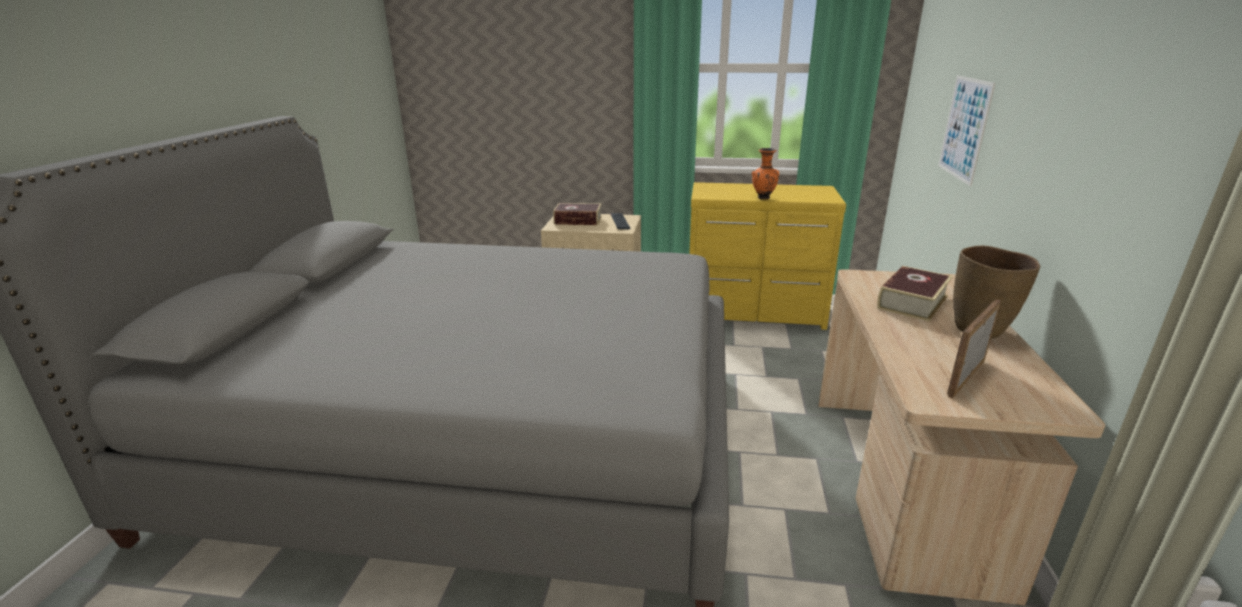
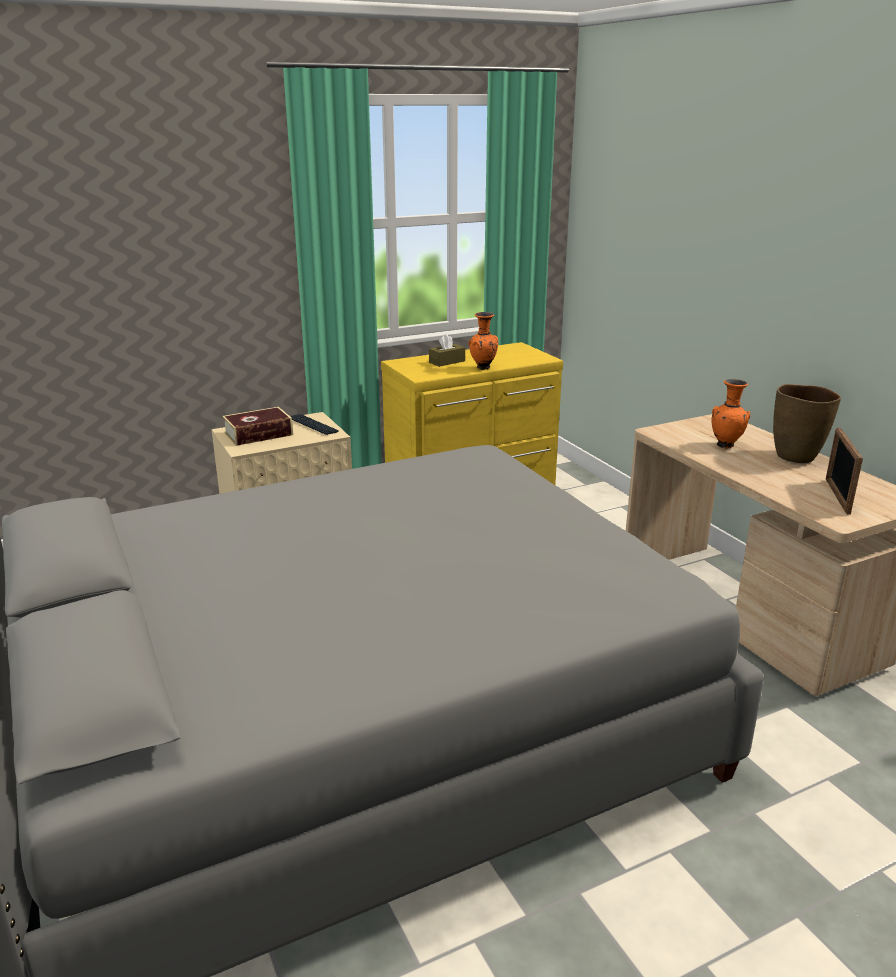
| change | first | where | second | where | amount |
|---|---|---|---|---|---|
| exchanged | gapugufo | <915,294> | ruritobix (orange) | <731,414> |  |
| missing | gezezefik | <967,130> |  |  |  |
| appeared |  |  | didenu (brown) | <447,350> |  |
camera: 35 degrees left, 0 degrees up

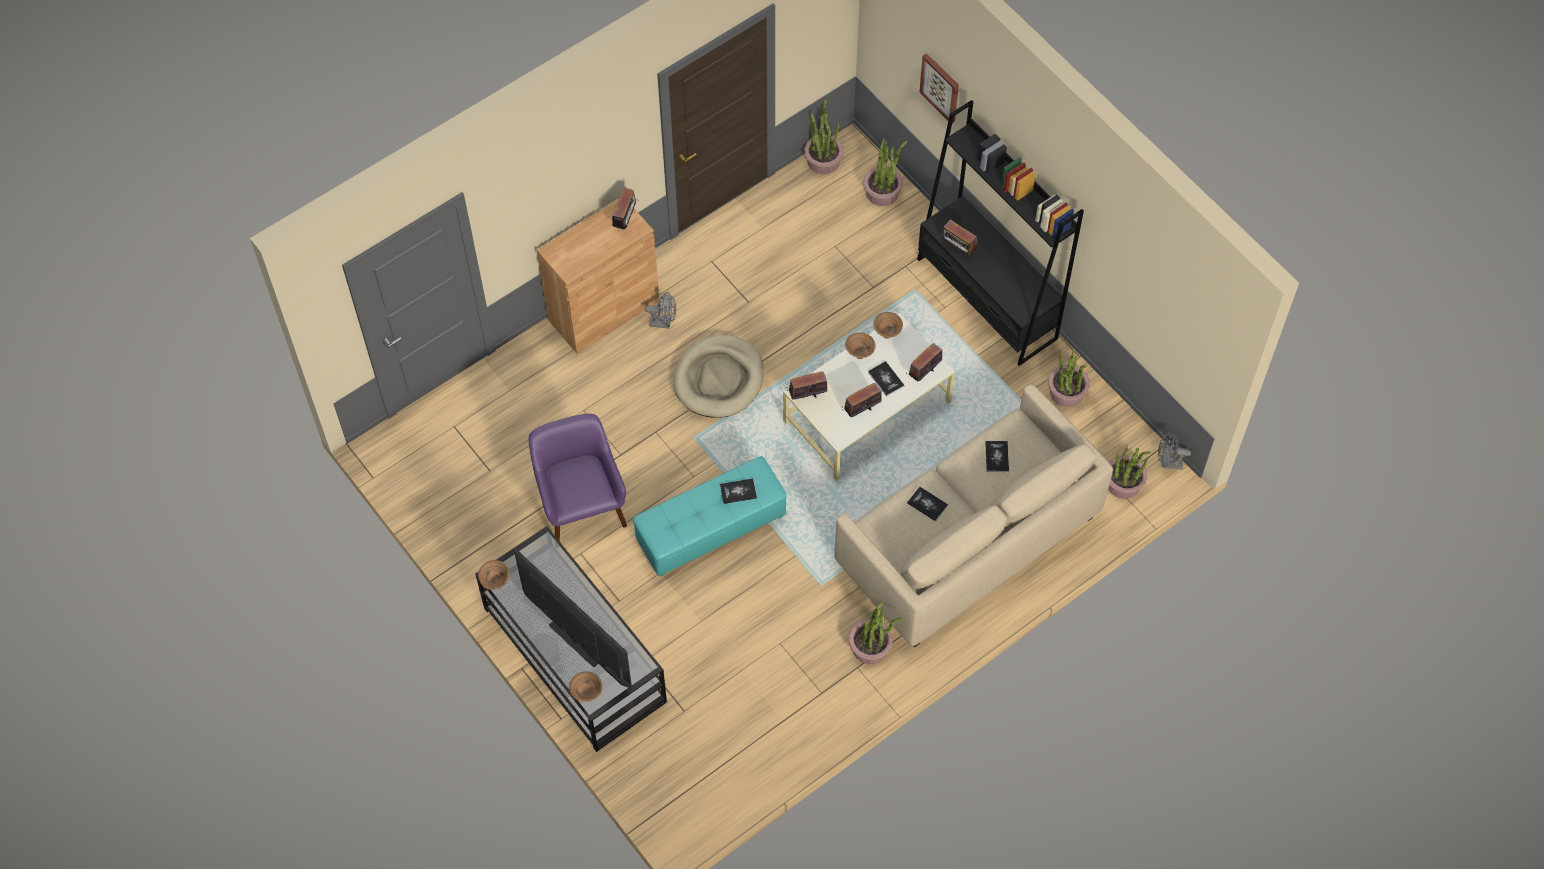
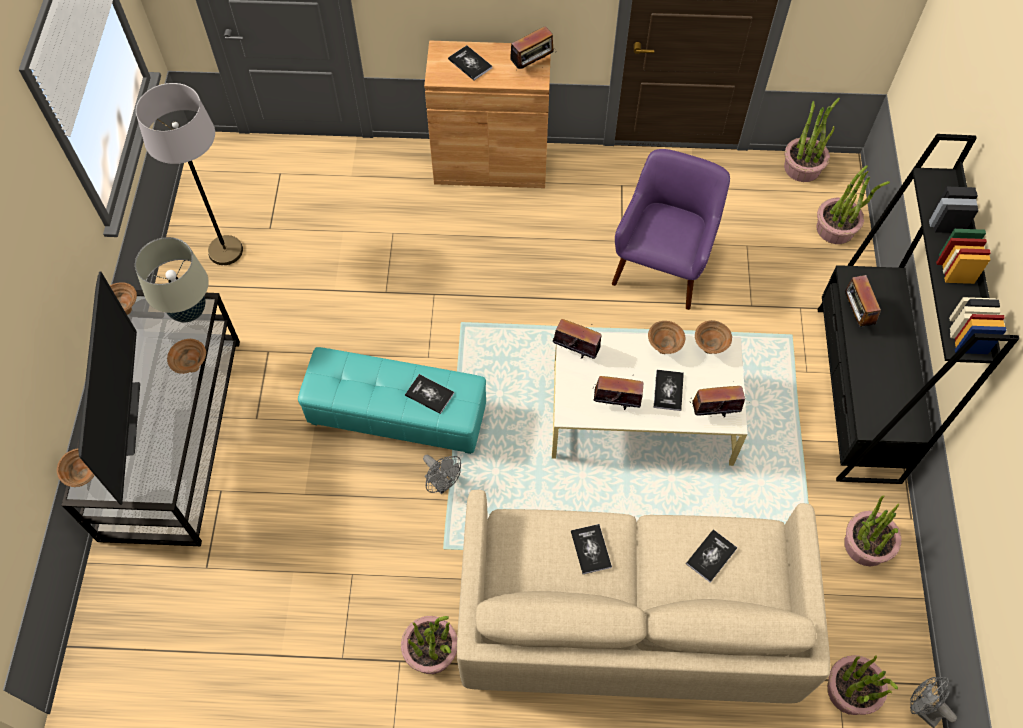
| change | first | where | second | where | amount |
|---|---|---|---|---|---|
| relocated | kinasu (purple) | <577,477> |  | <671,229> |  |
| relocated | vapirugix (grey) | <660,310> |  | <442,474> |  |
| missing | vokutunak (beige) | <718,376> |  |  |  |
| missing | gezezefik | <939,87> |  |  |  |
| appeared |  |  | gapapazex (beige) | <172,279> |  |
| appeared |  |  | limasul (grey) | <189,174> |  |
| appeared |  |  | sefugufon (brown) | <186,356> |  |
| appeared |  |  | gapugufo | <470,62> |  |
camera: 40 degrees right, 0 degrees up

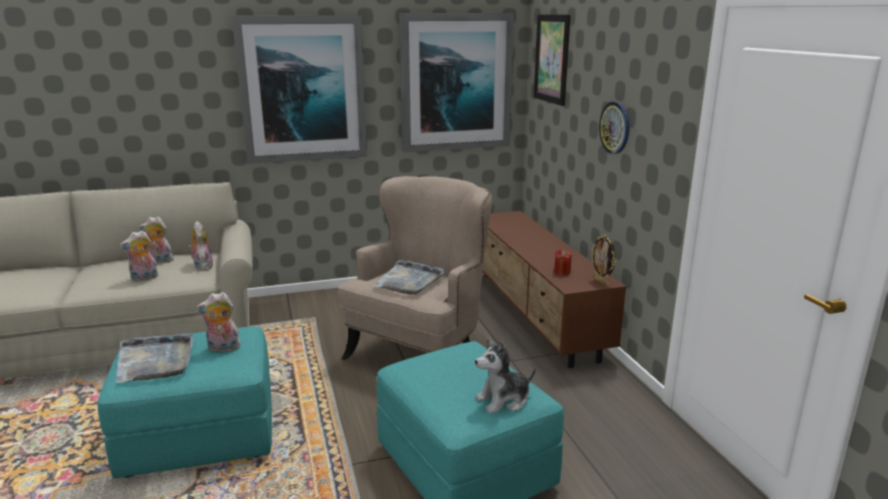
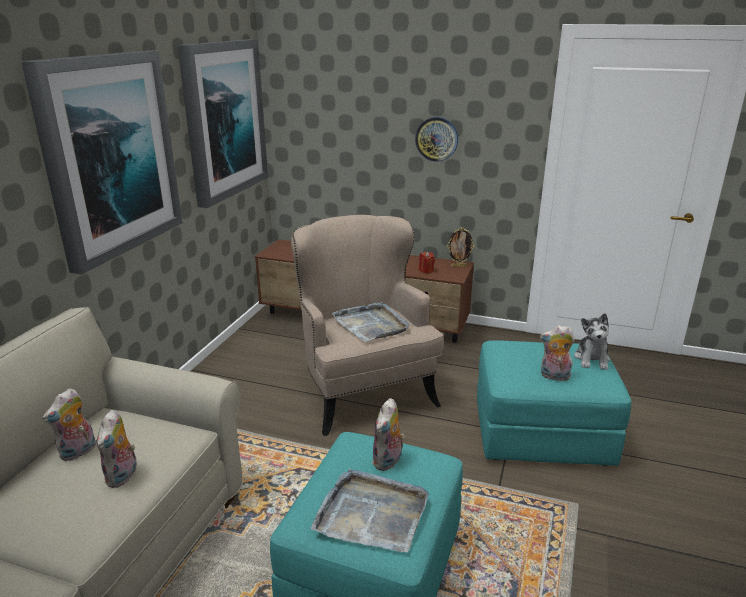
| change | first | where | second | where | amount |
|---|---|---|---|---|---|
| relocated | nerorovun | <200,245> |  | <557,353> |  |
| missing | gezezefik | <552,60> |  |  |  |
camera: 55 degrees left, 5 degrees up

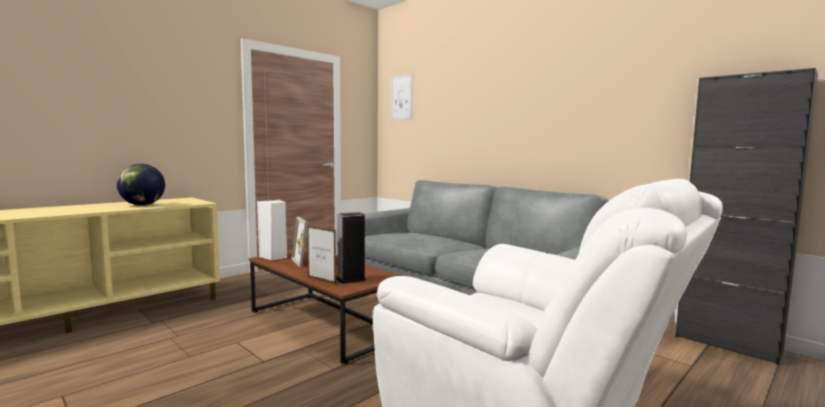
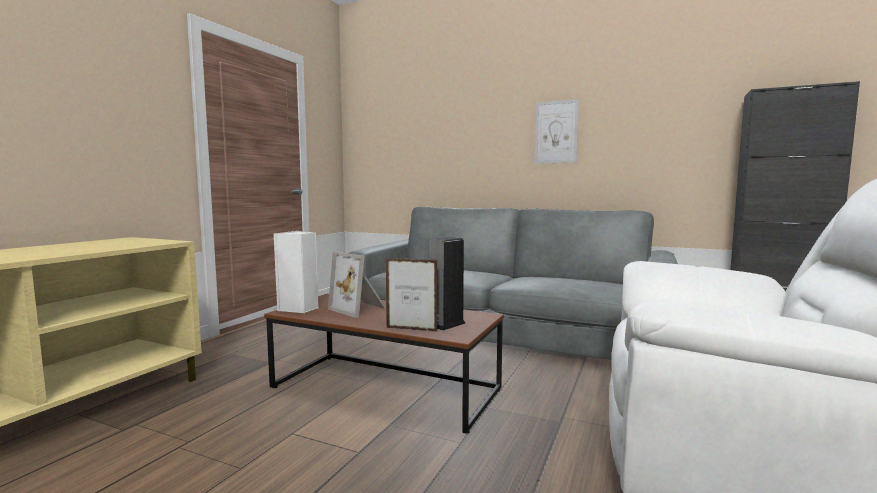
| change | first | where | second | where | amount |
|---|---|---|---|---|---|
| missing | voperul | <140,185> |  |  |  |
| relocated | gezezefik | <402,97> |  | <557,131> |  |
camera: 20 degrees left, 0 degrees up

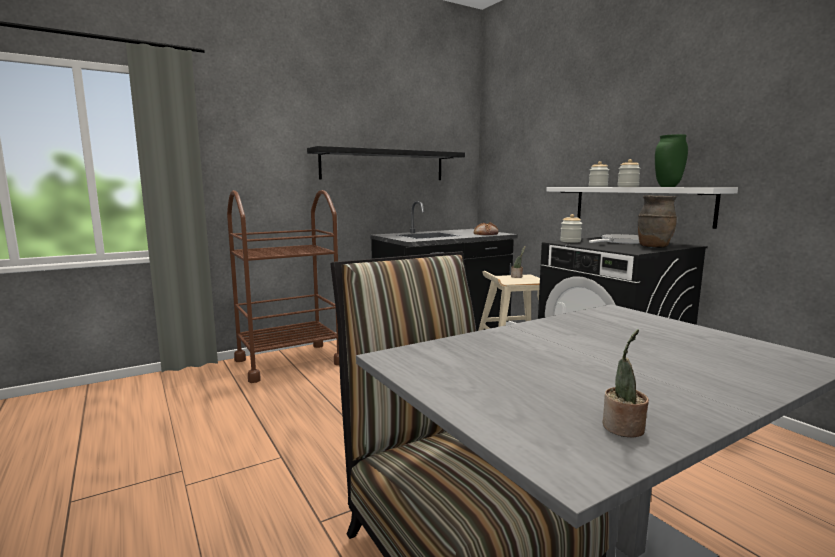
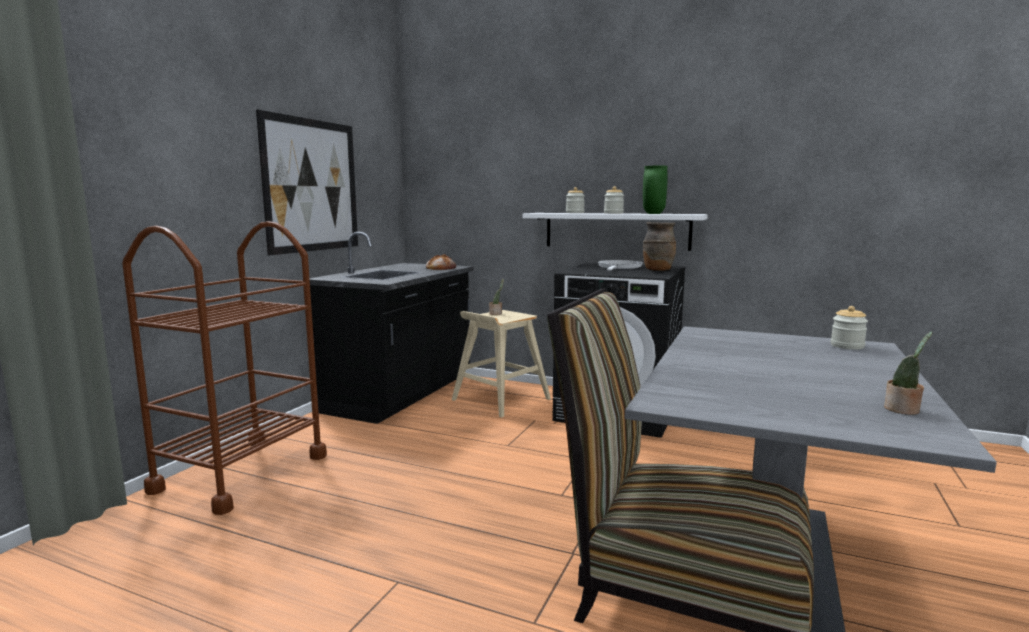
| change | first | where | second | where | amount |
|---|---|---|---|---|---|
| exchanged | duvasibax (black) | <386,163> | gezezefik | <307,182> |  |
| relocated | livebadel | <571,228> |  | <849,328> |  |
camera: 35 degrees left, 0 degrees up

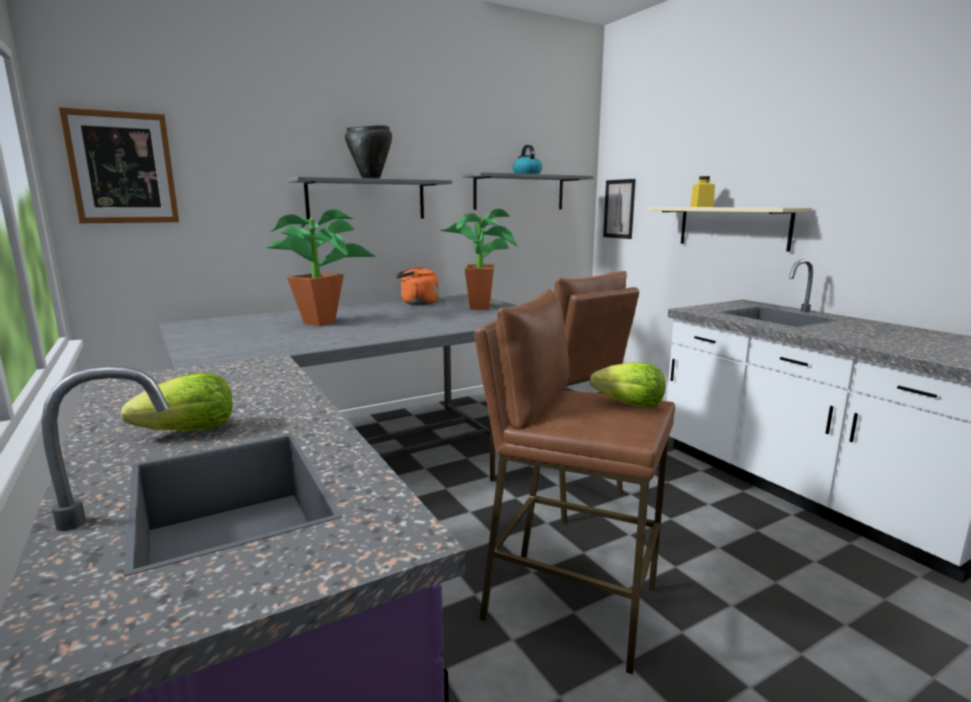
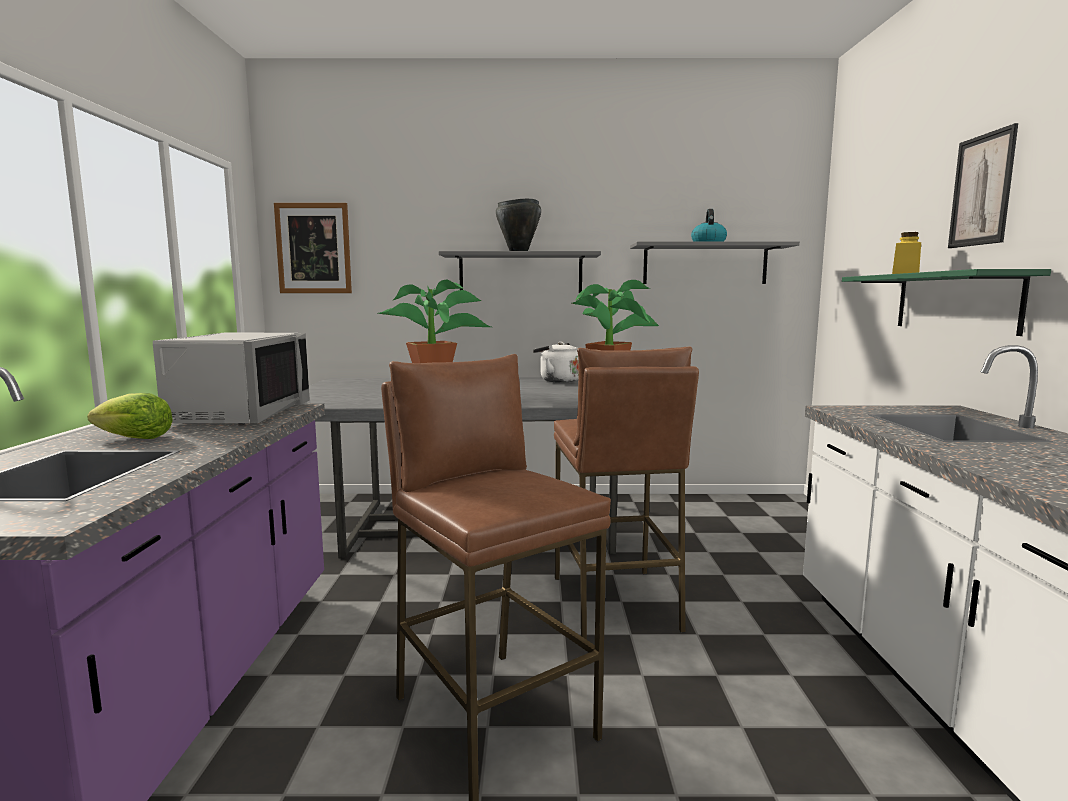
| change | first | where | second | where | amount |
|---|---|---|---|---|---|
| colour | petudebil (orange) | <417,285> | petudebil (white) | <556,362> |  |
| missing | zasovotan | <628,385> |  |  |  |
| relocated | gezezefik | <619,209> |  | <983,185> |  |
| colour | duvasibax (beige) | <729,229> | duvasibax (green) | <946,302> |  |
| appeared |  |  | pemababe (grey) | <231,378> |  |
camera: 30 degrees right, 5 degrees down

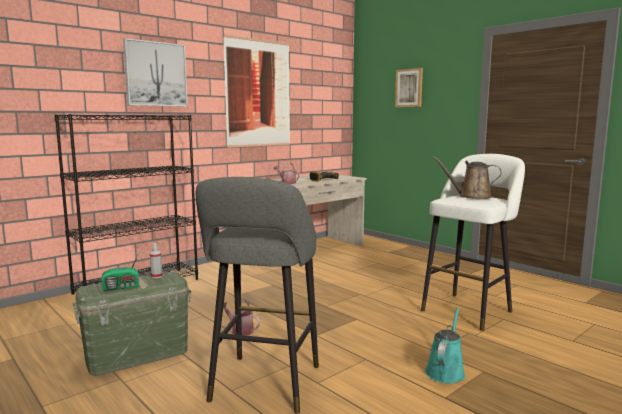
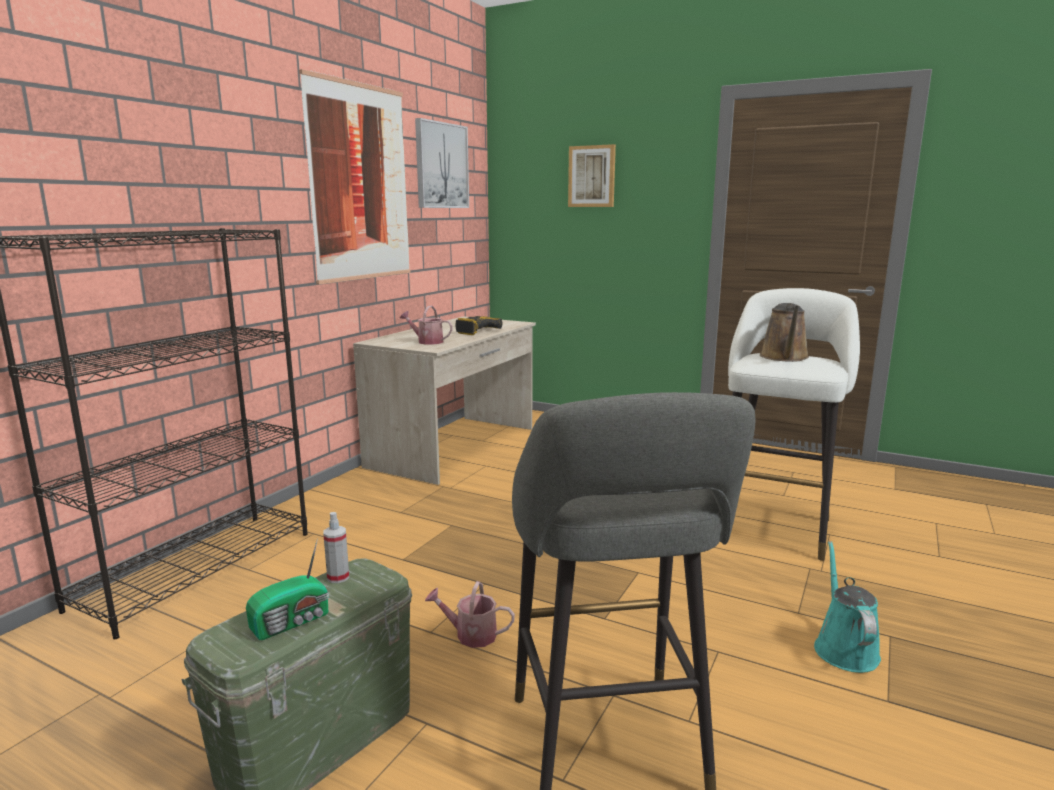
| change | first | where | second | where | amount |
|---|---|---|---|---|---|
| relocated | gezezefik | <155,72> |  | <442,163> |  |
| spun | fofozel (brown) | <467,178> |  | <784,332> | 75 degrees counterclockwise |
camera: 20 degrees left, 5 degrees up

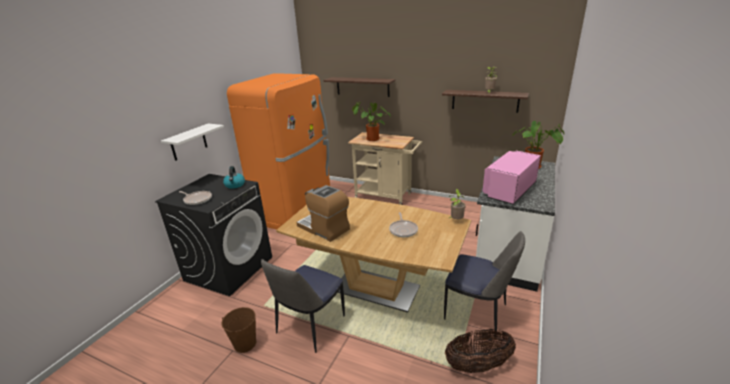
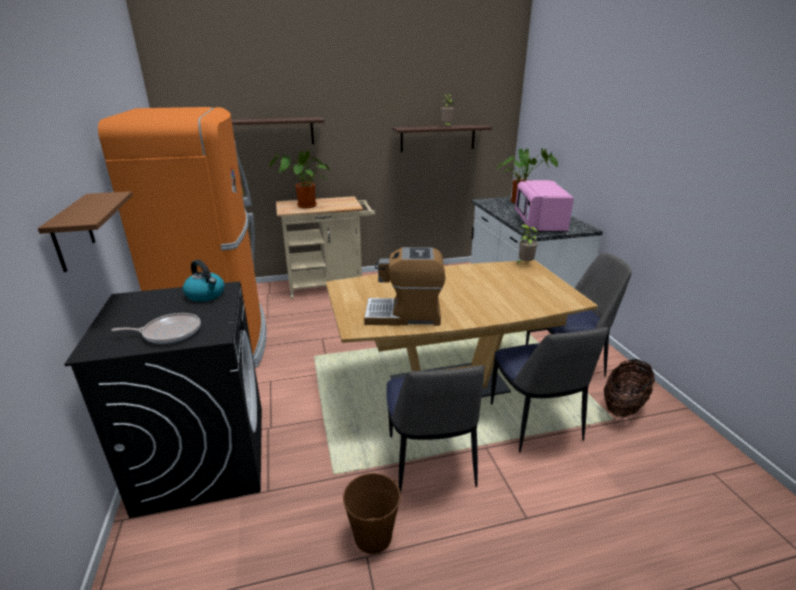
| change | first | where | second | where | amount |
|---|---|---|---|---|---|
| colour | duvasibax (white) | <192,142> | duvasibax (brown) | <85,231> |  |
| missing | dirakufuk | <403,224> |  |  |  |
| appeared |  |  | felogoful | <549,389> |  |
camera: 40 degrees left, 0 degrees up

